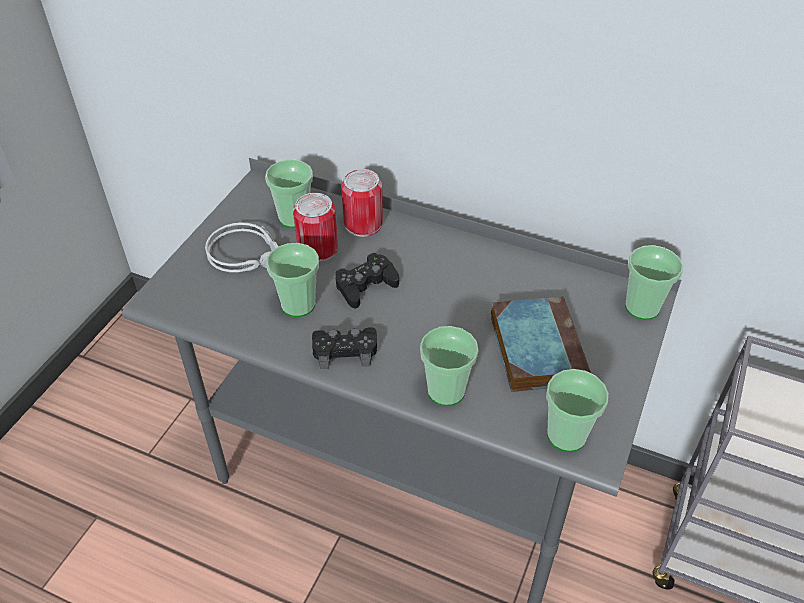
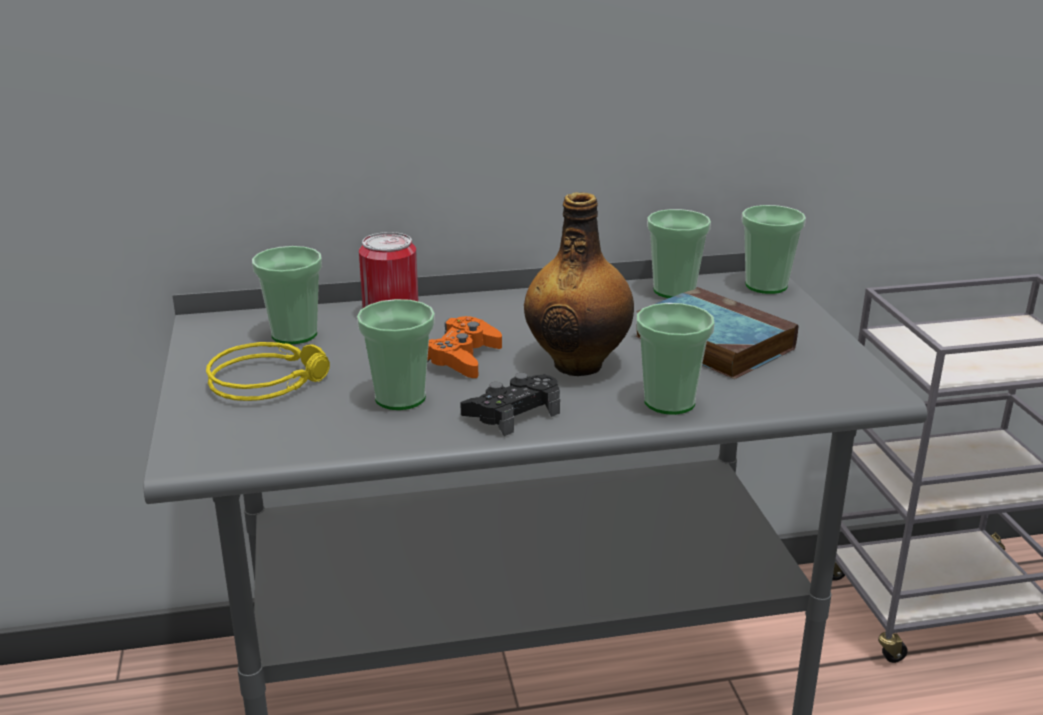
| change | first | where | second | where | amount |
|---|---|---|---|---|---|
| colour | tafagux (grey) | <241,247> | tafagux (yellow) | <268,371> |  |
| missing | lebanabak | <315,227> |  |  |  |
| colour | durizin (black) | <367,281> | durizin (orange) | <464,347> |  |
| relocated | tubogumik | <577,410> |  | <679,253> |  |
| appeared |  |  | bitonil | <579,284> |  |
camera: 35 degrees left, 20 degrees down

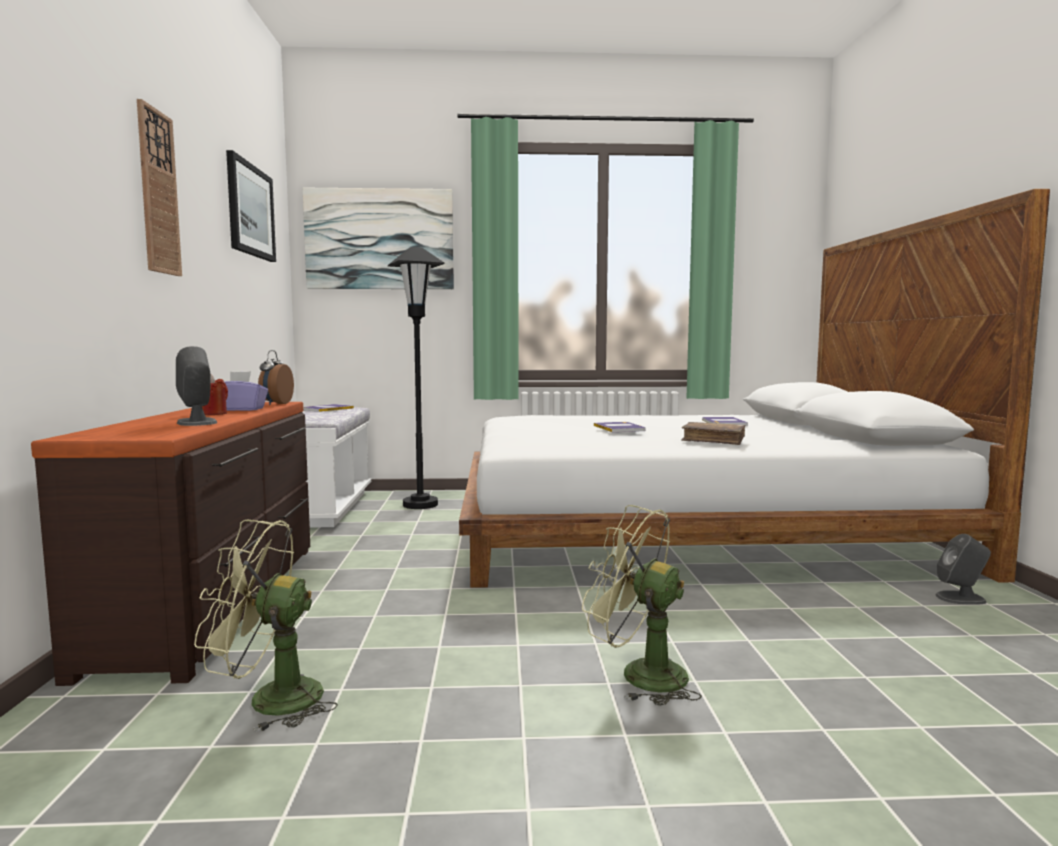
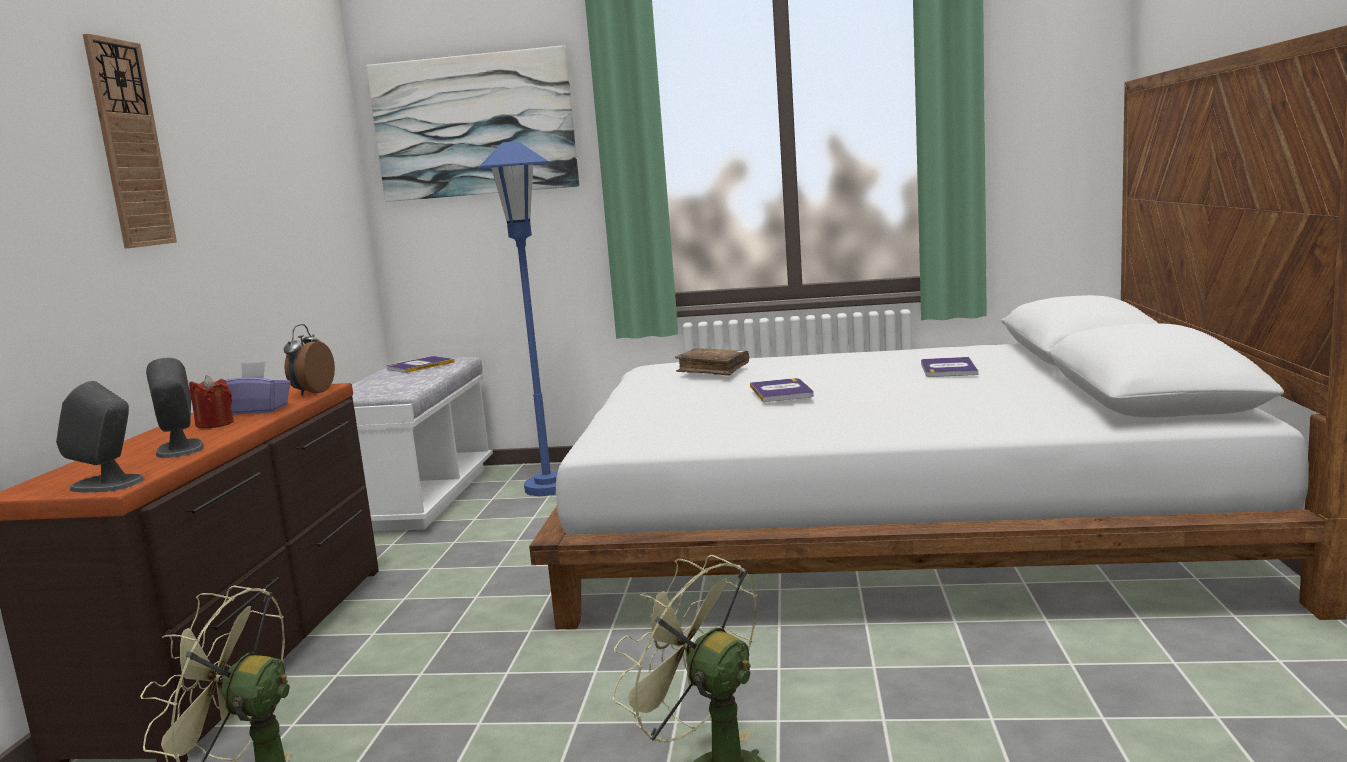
| change | first | where | second | where | amount |
|---|---|---|---|---|---|
| missing | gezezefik | <251,206> |  |  |  |
| colour | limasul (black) | <416,378> | limasul (blue) | <518,318> |  |
| relocated | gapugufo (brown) | <713,433> |  | <712,362> |  |
| relocated | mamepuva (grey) | <963,569> |  | <100,437> |  |
camera: 10 degrees right, 5 degrees up

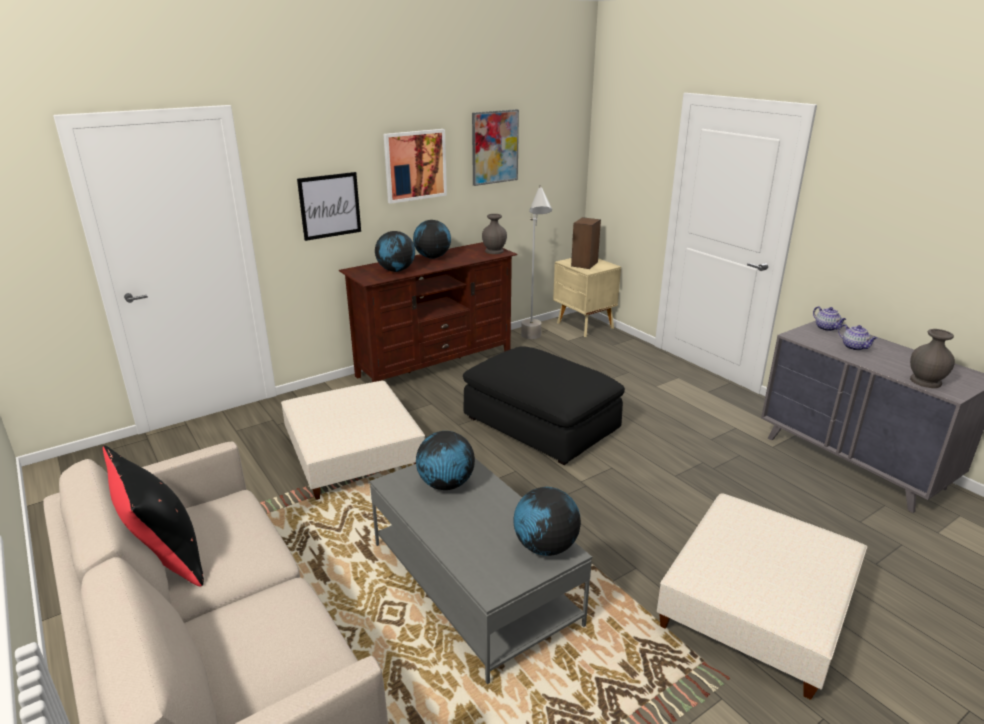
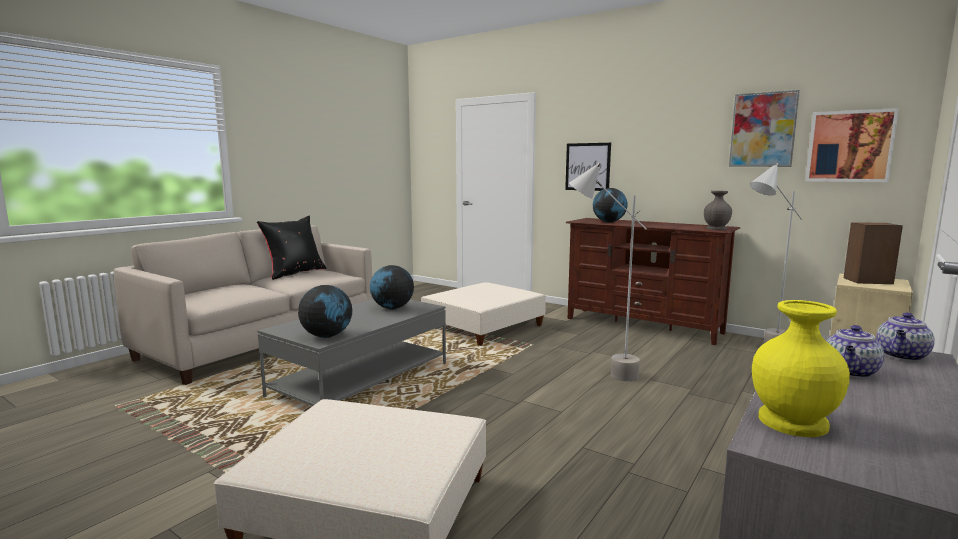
| change | first | where | second | where | amount |
|---|---|---|---|---|---|
| relocated | gezezefik | <415,166> |  | <852,145> |  |
| missing | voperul | <432,239> |  |  |  |
| exchanged | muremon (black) | <544,405> | limasul (grey) | <607,272> |  |
| colour | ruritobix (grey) | <932,358> | ruritobix (yellow) | <801,368> |  |
camera: 70 degrees right, 15 degrees down

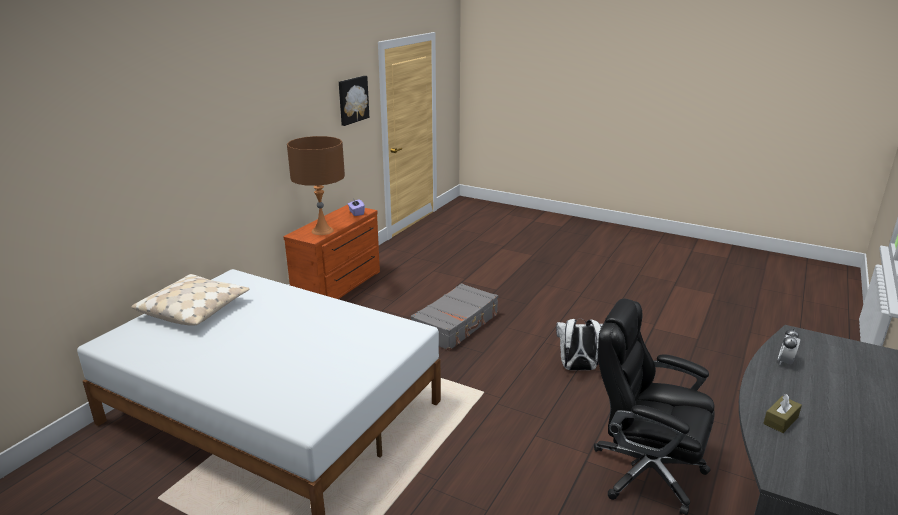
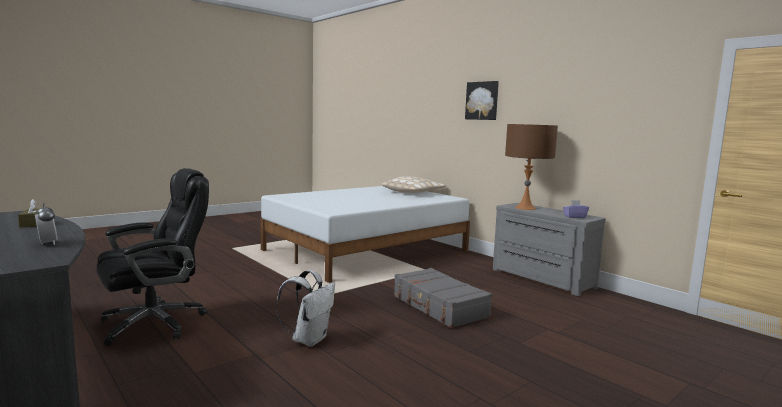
| change | first | where | second | where | amount |
|---|---|---|---|---|---|
| colour | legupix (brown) | <331,252> | legupix (grey) | <549,249> |  |
| relocated | gezezefik | <354,101> |  | <482,100> |  |
camera: 110 degrees right, 15 degrees down

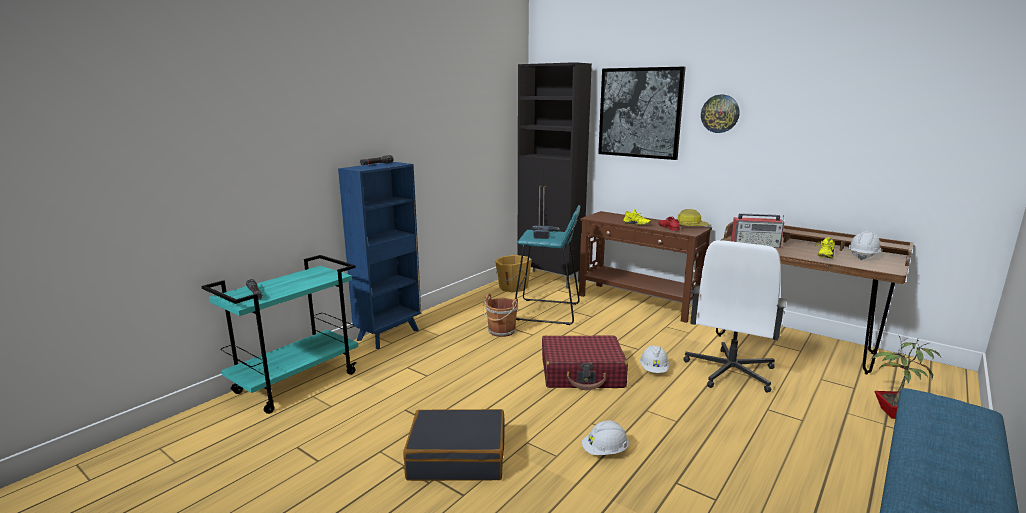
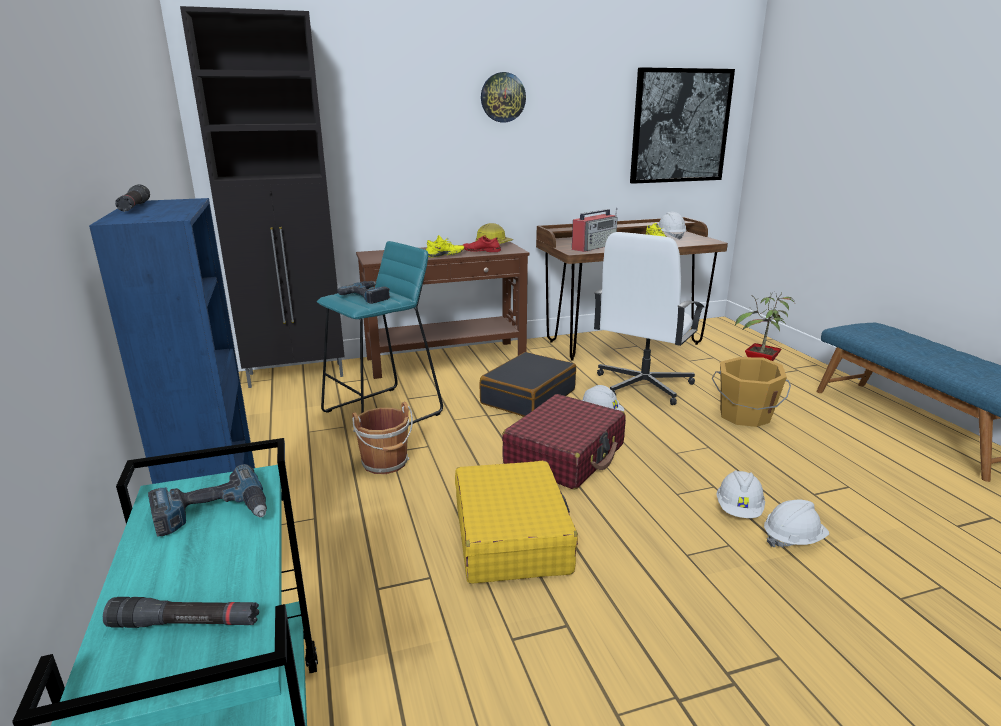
| change | first | where | second | where | amount |
|---|---|---|---|---|---|
| relocated | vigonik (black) | <453,445> |  | <527,384> |  |
| relocated | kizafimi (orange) | <513,273> |  | <751,392> |  |
| relocated | gezezefik | <642,113> |  | <682,125> |  |
| spun | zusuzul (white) | <735,316> |  | <649,318> | 60 degrees clockwise |
| appeared |  |  | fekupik | <207,500> |  |
| appeared |  |  | vigonik (yellow) | <516,522> |  |
| appeared |  |  | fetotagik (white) | <796,523> |  |
camera: 55 degrees left, 5 degrees up

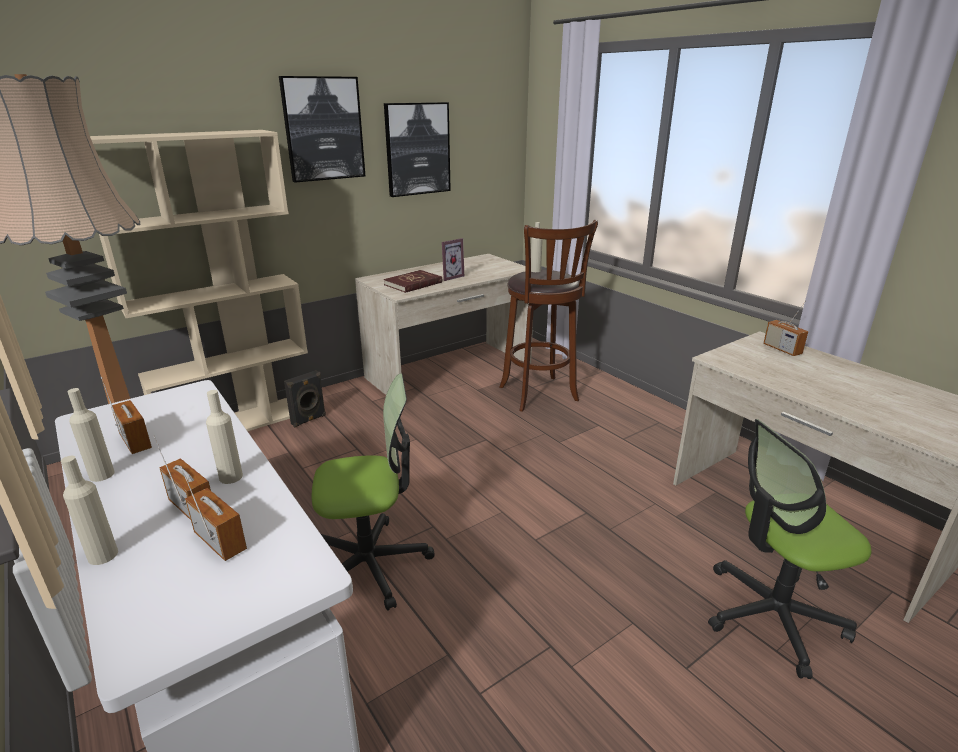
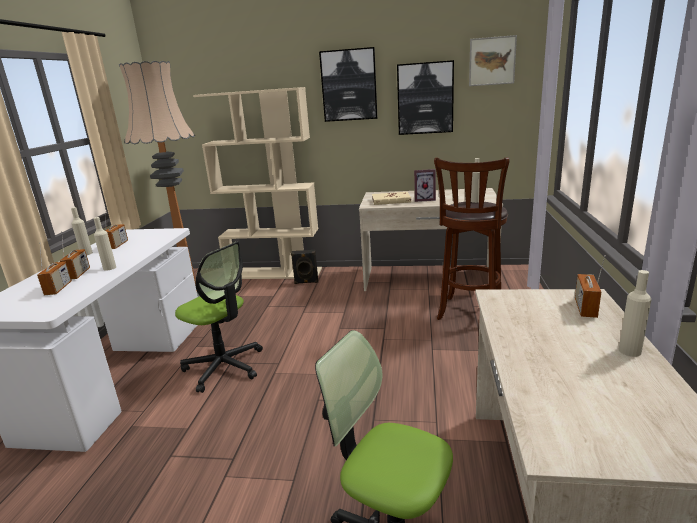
| change | first | where | second | where | amount |
|---|---|---|---|---|---|
| relocated | bitonil (beige) | <89,510> |  | <635,313> |  |
| colour | gapugufo (red) | <413,281> | gapugufo (beige) | <391,198> |  |
| appeared |  |  | gezezefik | <493,60> |  |
camera: 45 degrees right, 5 degrees down

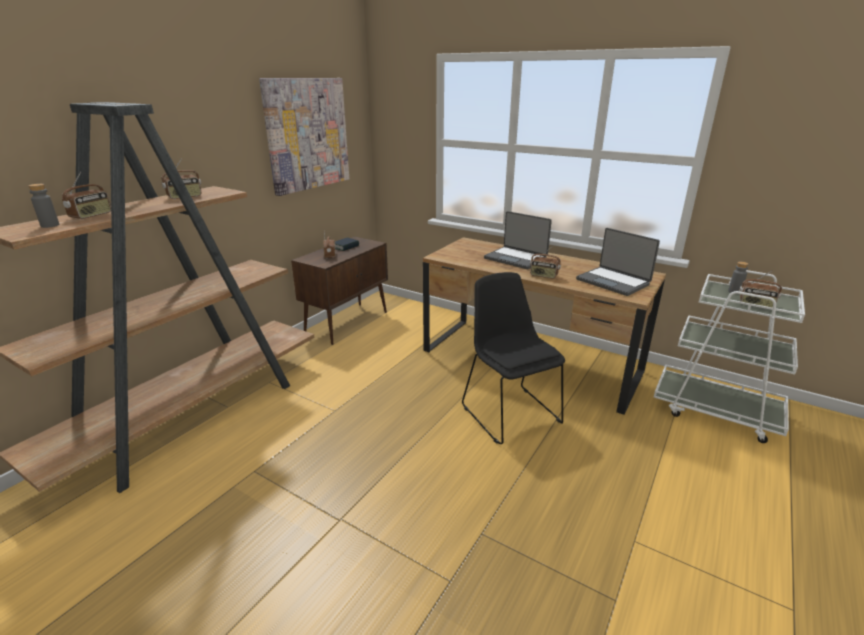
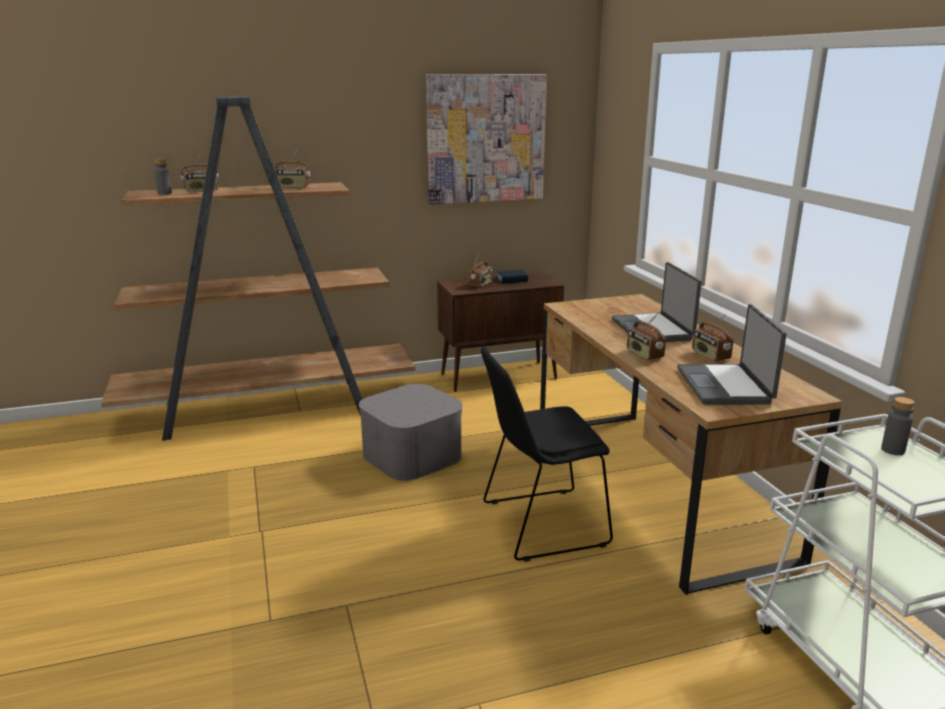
| change | first | where | second | where | amount |
|---|---|---|---|---|---|
| spun | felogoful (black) | <513,358> |  | <547,454> | 120 degrees counterclockwise |
| relocated | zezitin | <760,289> |  | <712,337> |  |
| appeared |  |  | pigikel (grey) | <410,432> |  |
camera: 40 degrees right, 5 degrees down

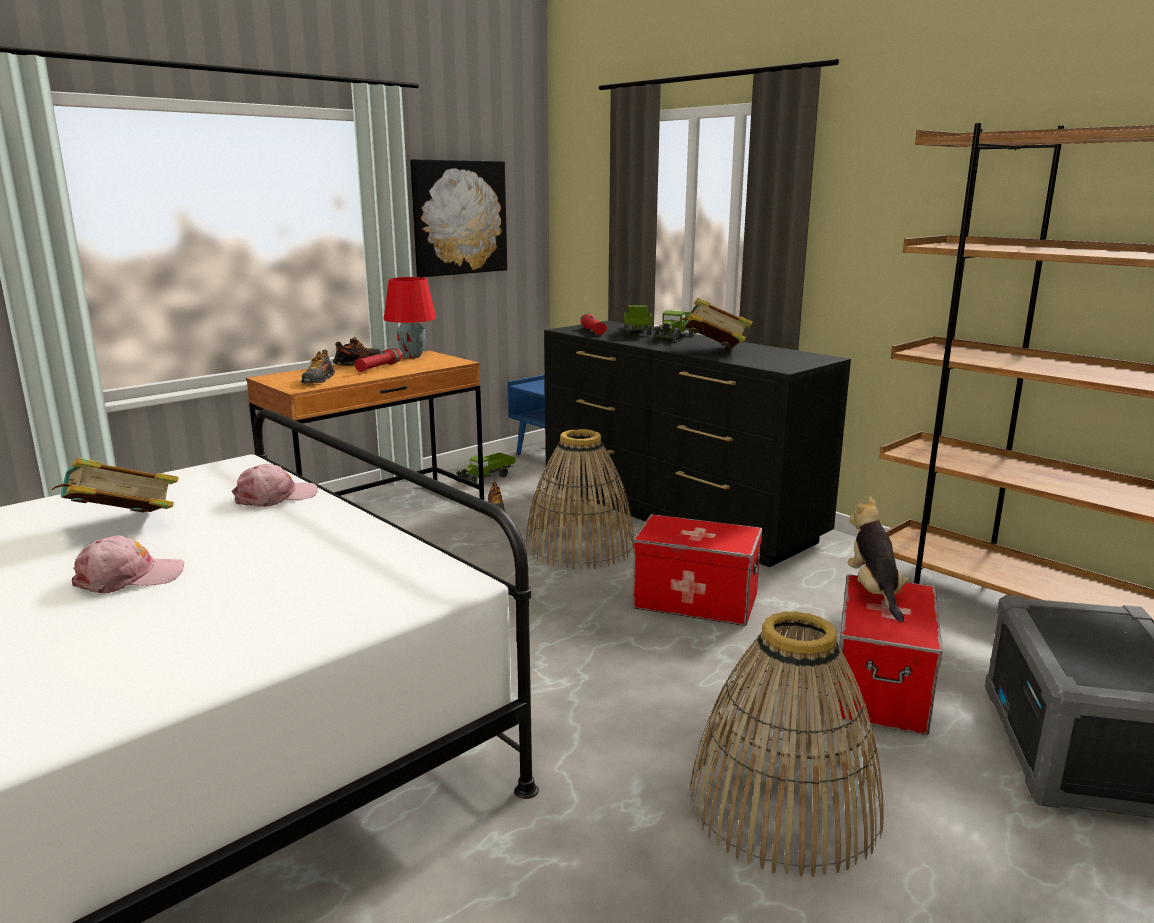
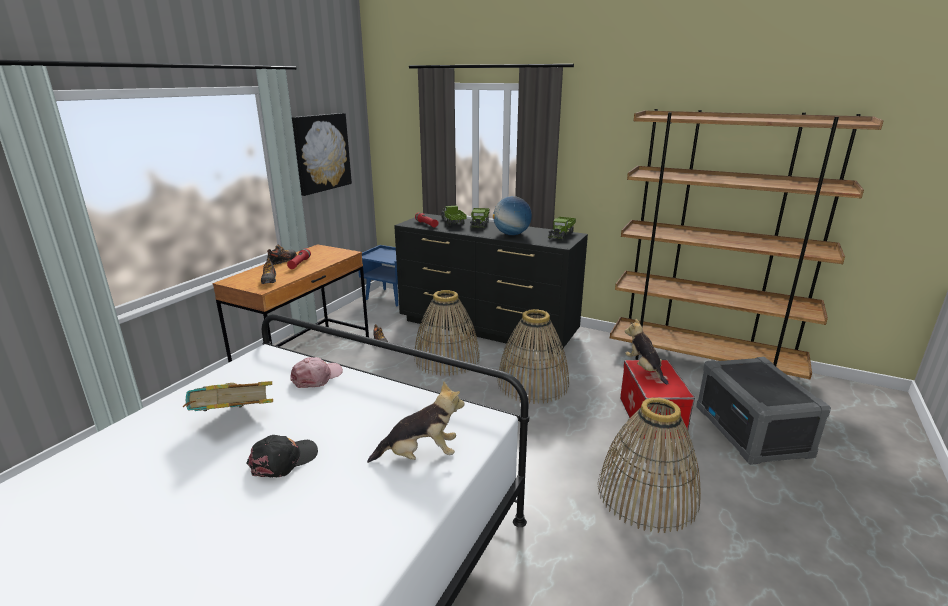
| change | first | where | second | where | amount |
|---|---|---|---|---|---|
| colour | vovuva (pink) | <128,565> | vovuva (black) | <282,456> |  |
| missing | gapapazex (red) | <410,317> |  |  |  |
| relocated | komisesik | <485,469> |  | <562,229> |  |
| exchanged | pigikel | <697,570> | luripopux | <533,356> |  |
| exchanged | gapugufo | <717,323> | voperul | <512,215> |  |
| appeared |  |  | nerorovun | <415,422> |  |
camera: 20 degrees left, 5 degrees up

